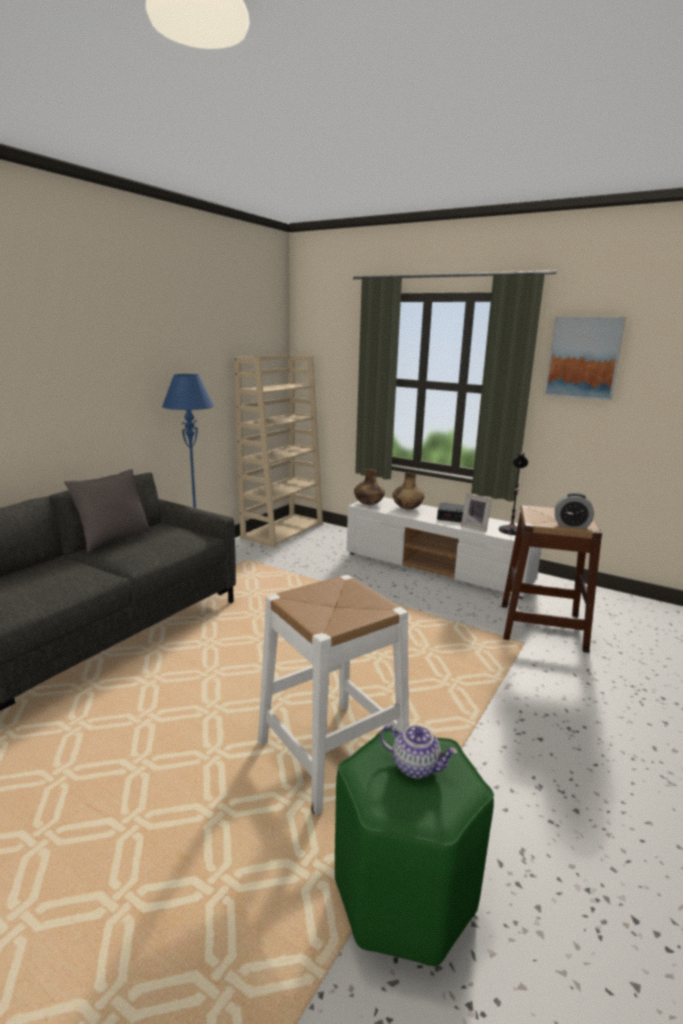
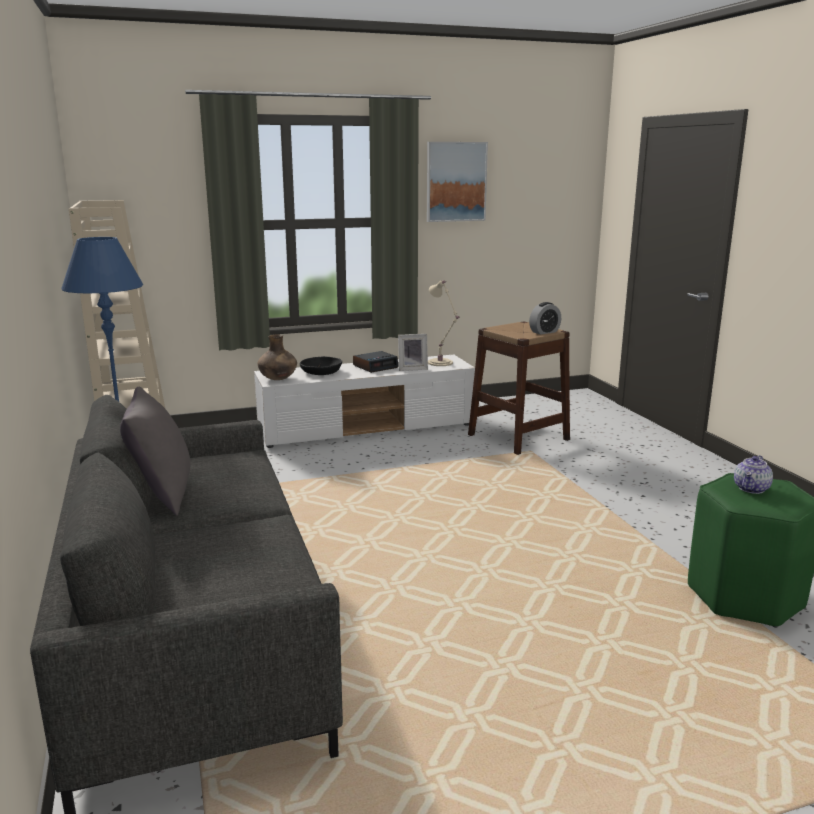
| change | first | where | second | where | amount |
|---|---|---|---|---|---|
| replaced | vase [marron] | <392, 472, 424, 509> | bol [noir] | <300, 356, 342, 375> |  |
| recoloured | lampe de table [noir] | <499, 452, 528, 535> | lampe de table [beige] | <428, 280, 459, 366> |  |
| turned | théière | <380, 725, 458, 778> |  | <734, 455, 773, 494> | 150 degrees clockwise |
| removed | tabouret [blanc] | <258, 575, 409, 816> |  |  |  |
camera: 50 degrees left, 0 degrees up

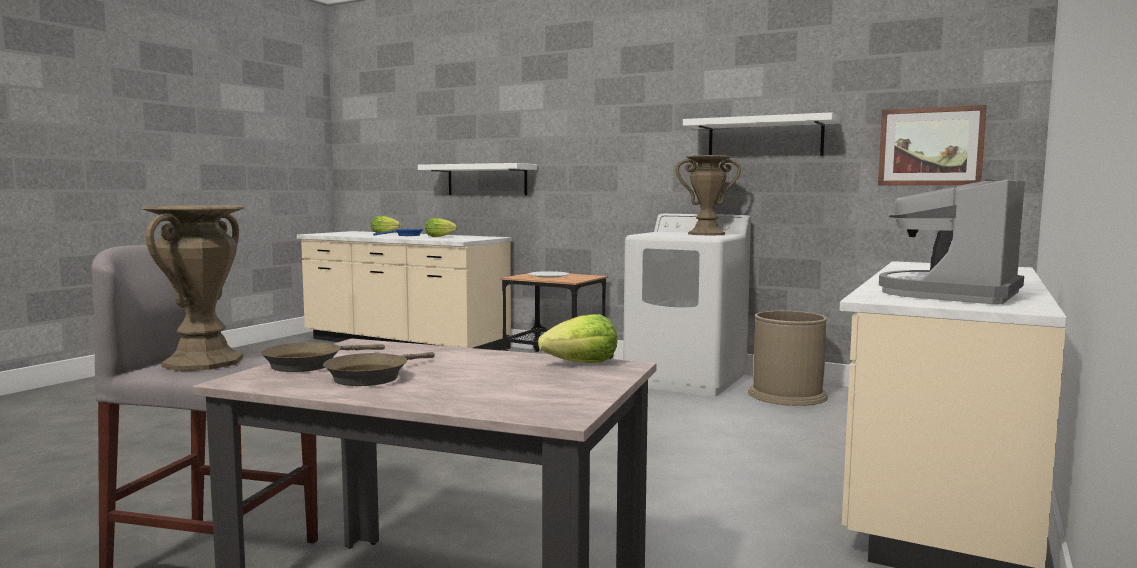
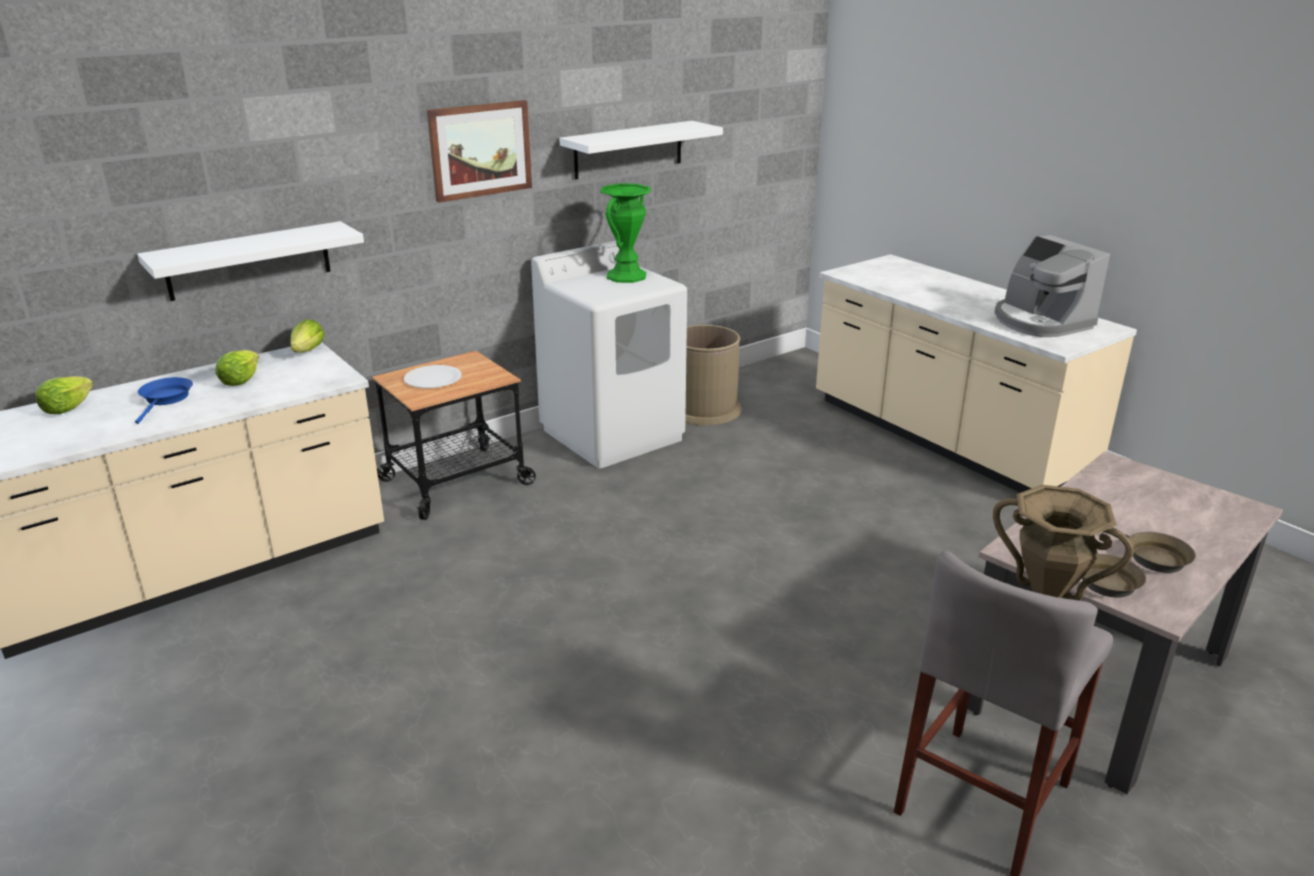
| change | first | where | second | where | amount |
|---|---|---|---|---|---|
| moved | laitue | <538, 314, 617, 363> |  | <291, 319, 325, 353> |  |
| moved | tableau | <878, 105, 987, 185> |  | <427, 100, 532, 202> |  |
| recoloured | vase [marron] | <676, 155, 741, 236> | vase [vert] | <600, 183, 651, 283> |  |
camera: 65 degrees left, 20 degrees up

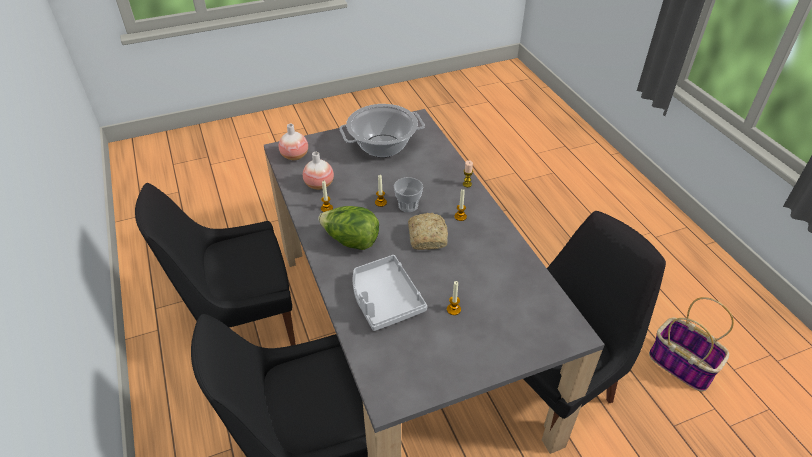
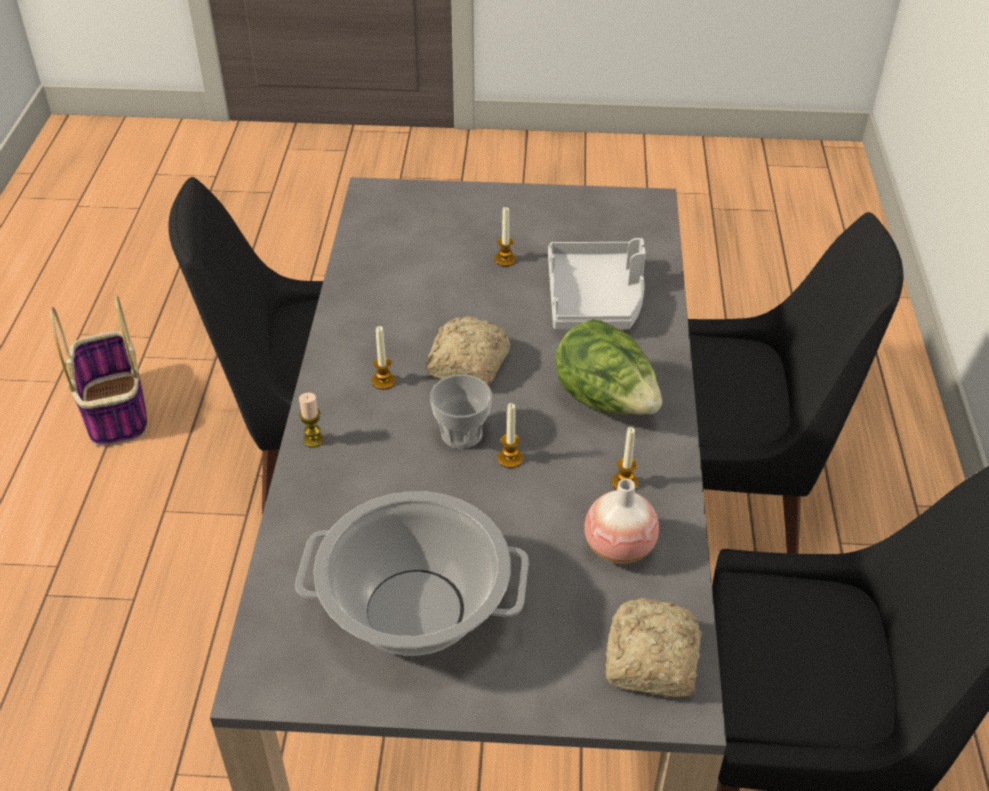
| change | first | where | second | where | amount |
|---|---|---|---|---|---|
| replaced | vase | <279, 124, 308, 161> | pain | <606, 598, 702, 697> |  |
camera: 155 degrees left, 0 degrees up

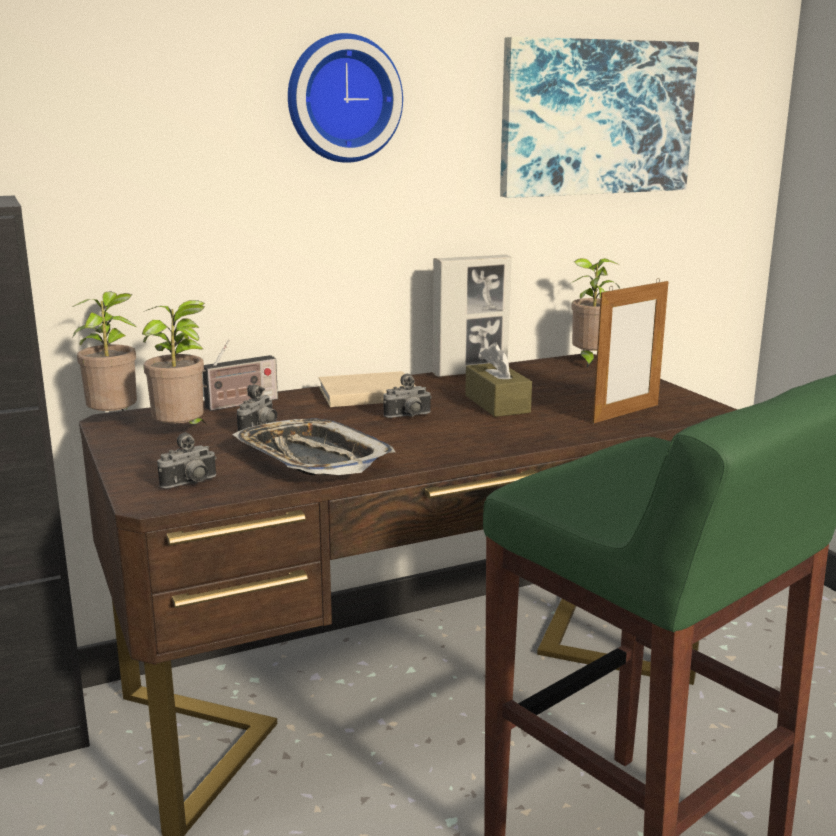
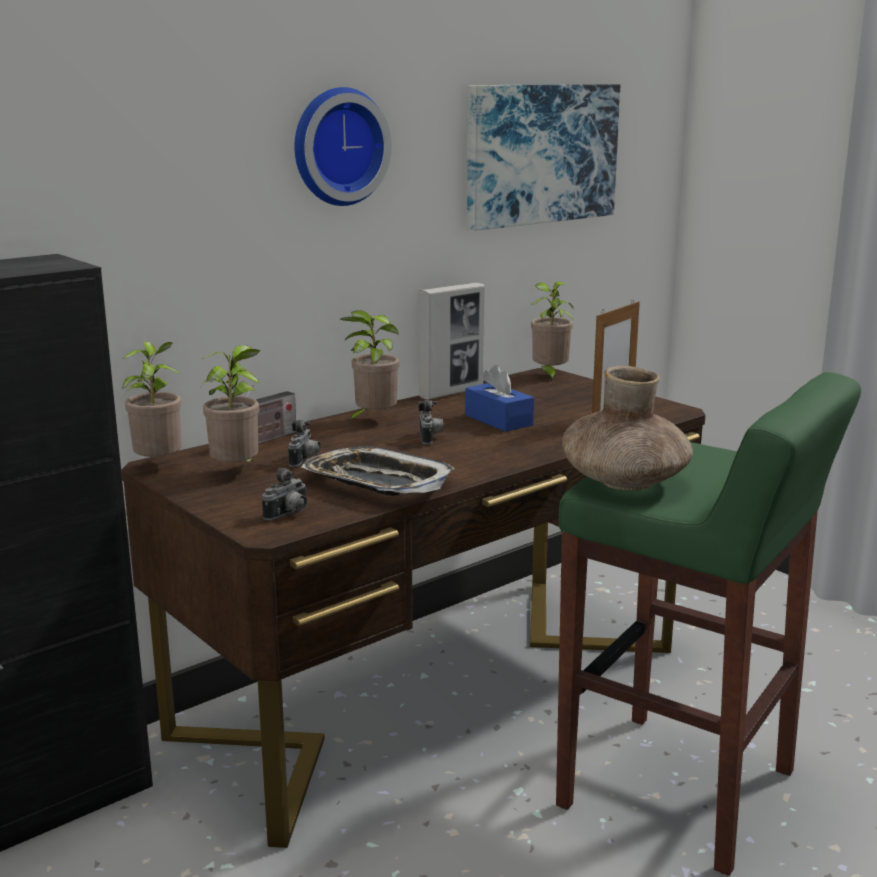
| change | first | where | second | where | amount |
|---|---|---|---|---|---|
| replaced | livre [beige] | <318, 371, 416, 407> | plante en pot | <339, 310, 399, 422> |  |
| turned | appareil photo | <383, 374, 432, 418> |  | <418, 400, 443, 445> | 60 degrees counterclockwise |
| recoloured | boîte à mouchoirs [marron] | <465, 342, 532, 417> | boîte à mouchoirs [bleu] | <465, 365, 534, 432> |  |
| added |  |  | vase [marron] | <562, 366, 693, 491> |  |
camera: 15 degrees left, 0 degrees up

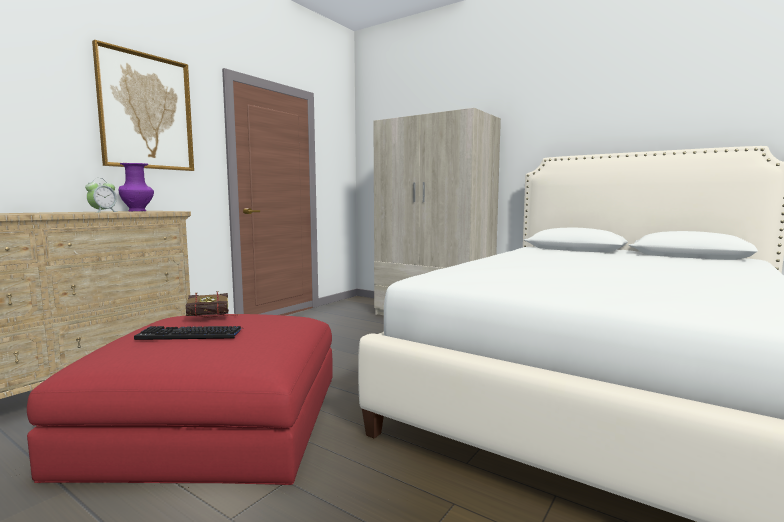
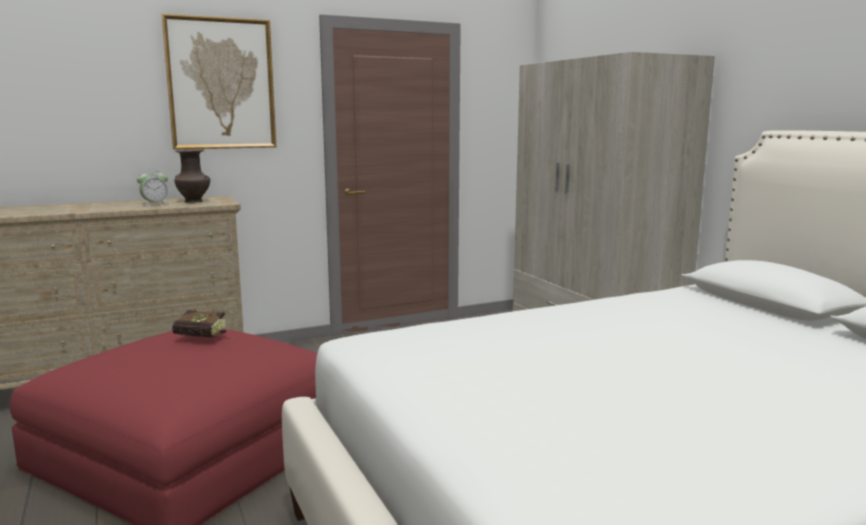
| change | first | where | second | where | amount |
|---|---|---|---|---|---|
| recoloured | vase [violet] | <119, 163, 154, 212> | vase [marron] | <175, 149, 210, 203> |  |
| removed | clavier | <134, 326, 242, 340> |  |  |  |
camera: 30 degrees right, 5 degrees up

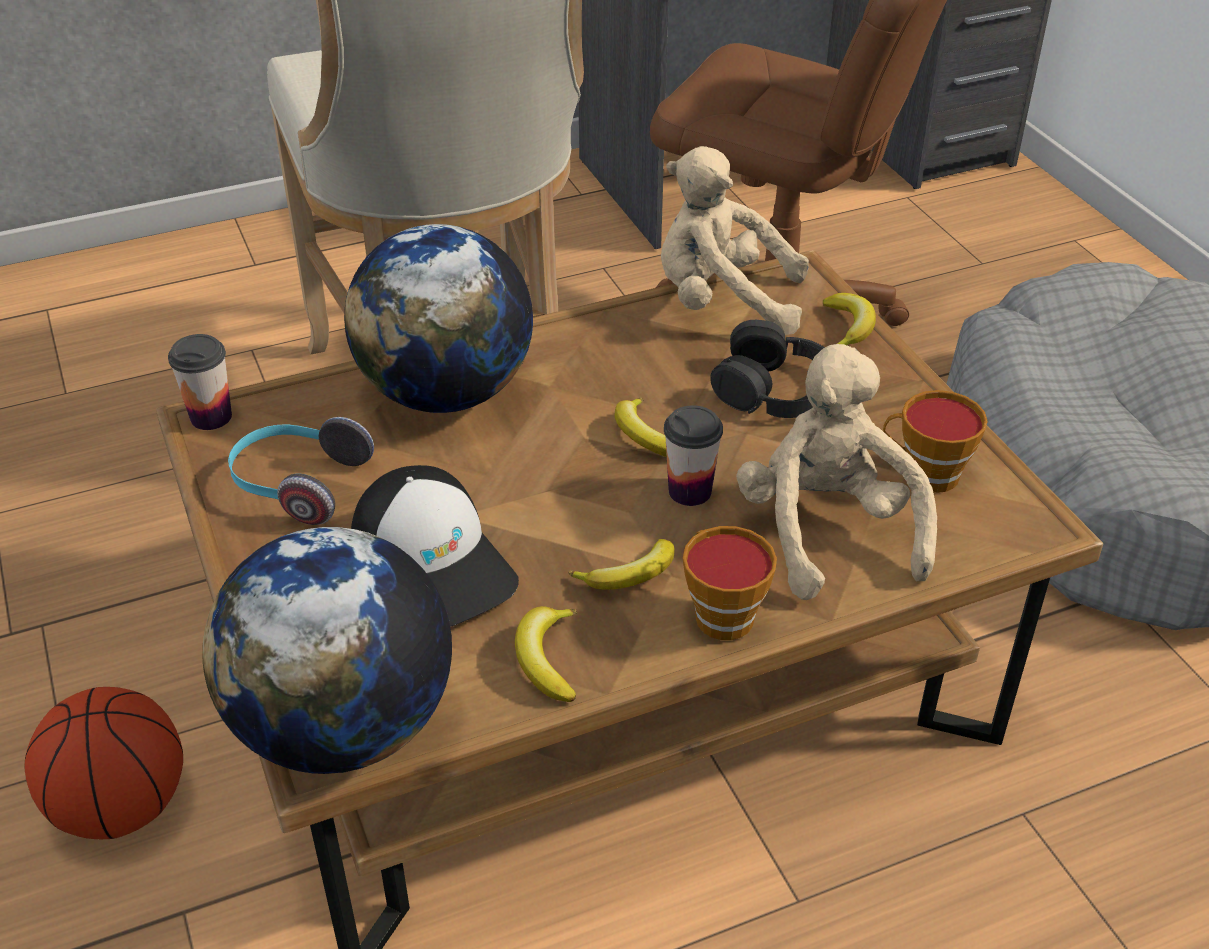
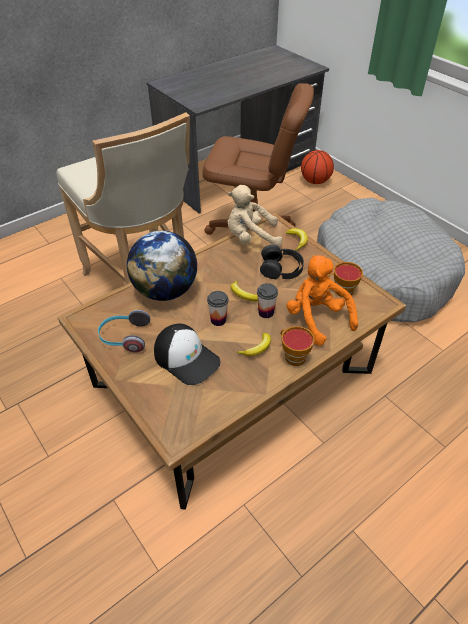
| change | first | where | second | where | amount |
|---|---|---|---|---|---|
| moved | tasse | <168, 334, 232, 430> |  | <207, 291, 229, 326> |  |
| recoloured | peluche [beige] | <736, 344, 937, 600> | peluche [orange] | <286, 255, 358, 346> |  |
| moved | ballon de basket | <25, 687, 183, 839> |  | <301, 150, 334, 184> |  |
| removed | globe | <202, 527, 452, 774> |  |  |  |
| removed | banane | <515, 606, 578, 702> |  |  |  |
camera: 15 degrees left, 5 degrees up

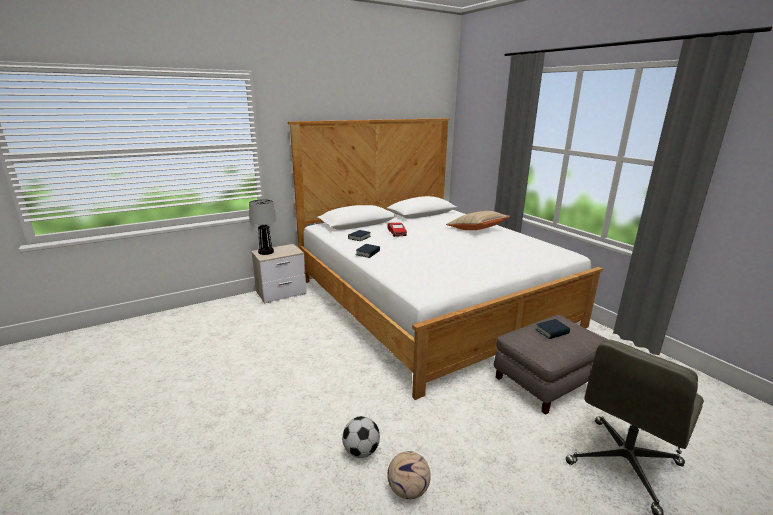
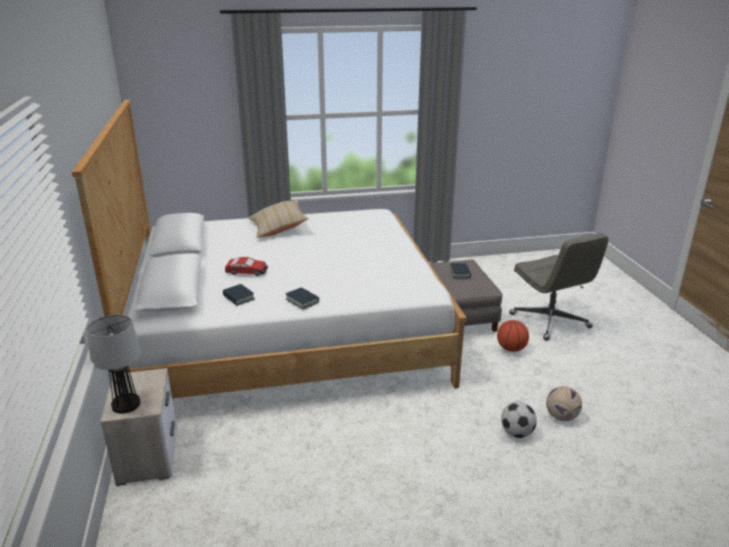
| change | first | where | second | where | amount |
|---|---|---|---|---|---|
| added |  |  | ballon de basket | <497, 320, 529, 352> |  |
camera: 70 degrees left, 5 degrees up

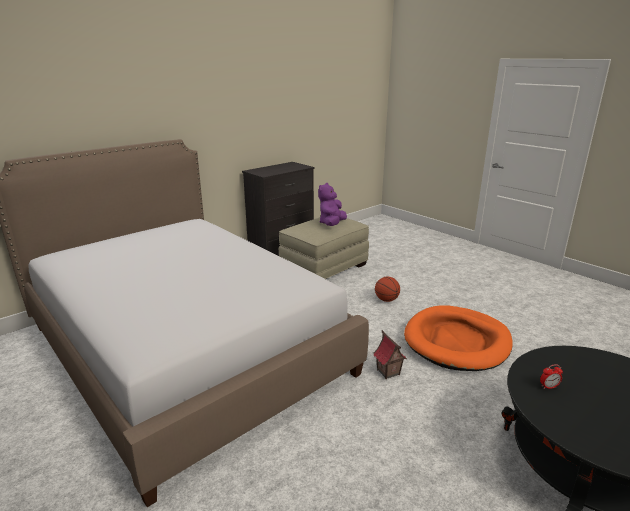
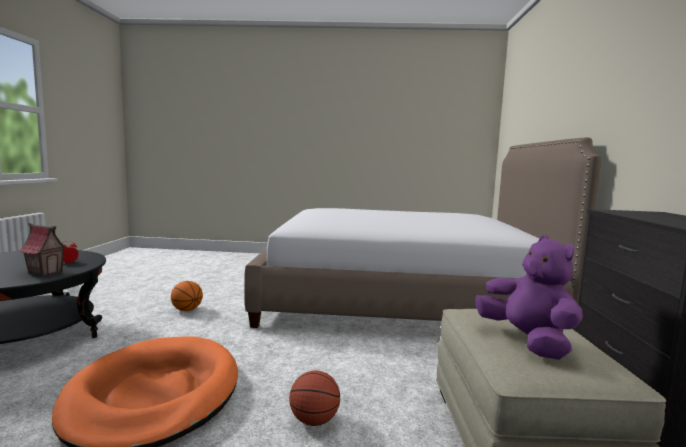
| change | first | where | second | where | amount |
|---|---|---|---|---|---|
| moved | maison miniature | <373, 330, 407, 379> |  | <18, 223, 68, 277> |  |
| added |  |  | ballon de basket | <171, 281, 203, 311> |  |
camera: 135 degrees right, 15 degrees down

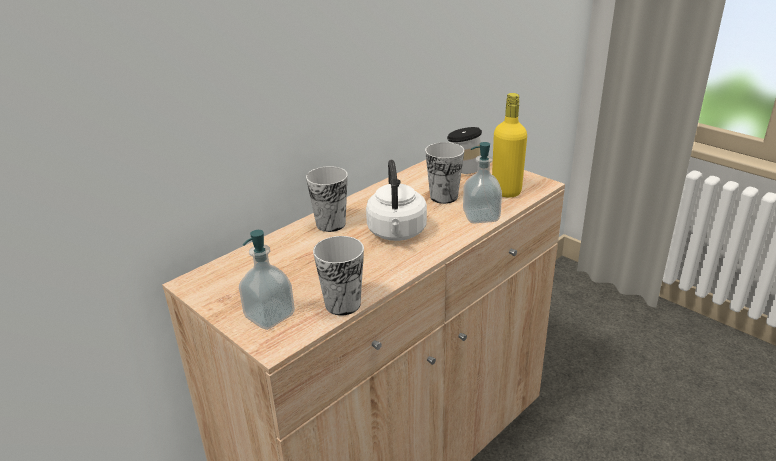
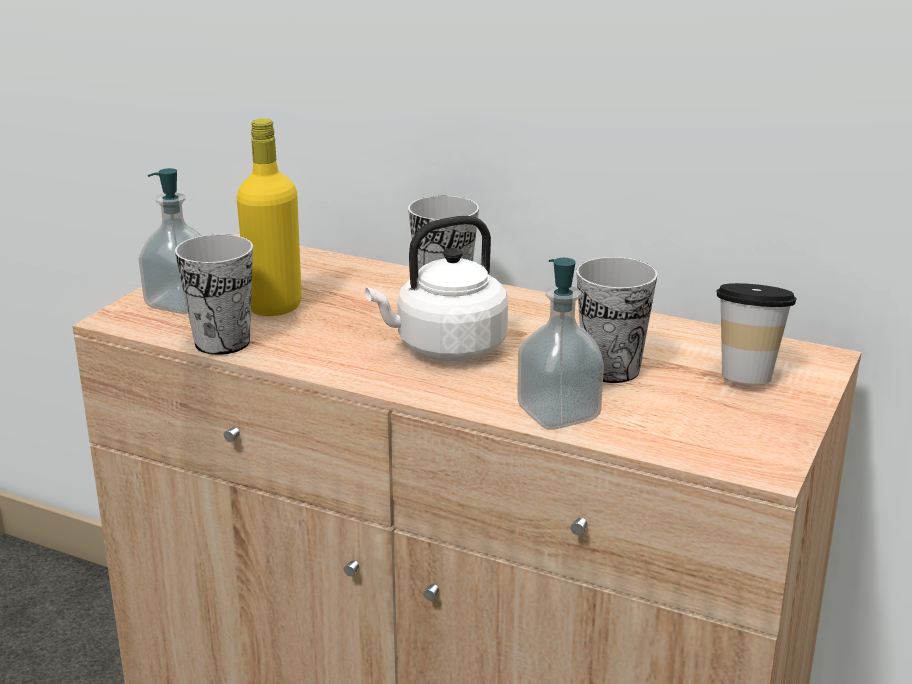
| change | first | where | second | where | amount |
|---|---|---|---|---|---|
| moved | bouteille [jaune] | <492, 93, 527, 198> |  | <237, 118, 302, 316> |  |
camera: 70 degrees right, 5 degrees down

